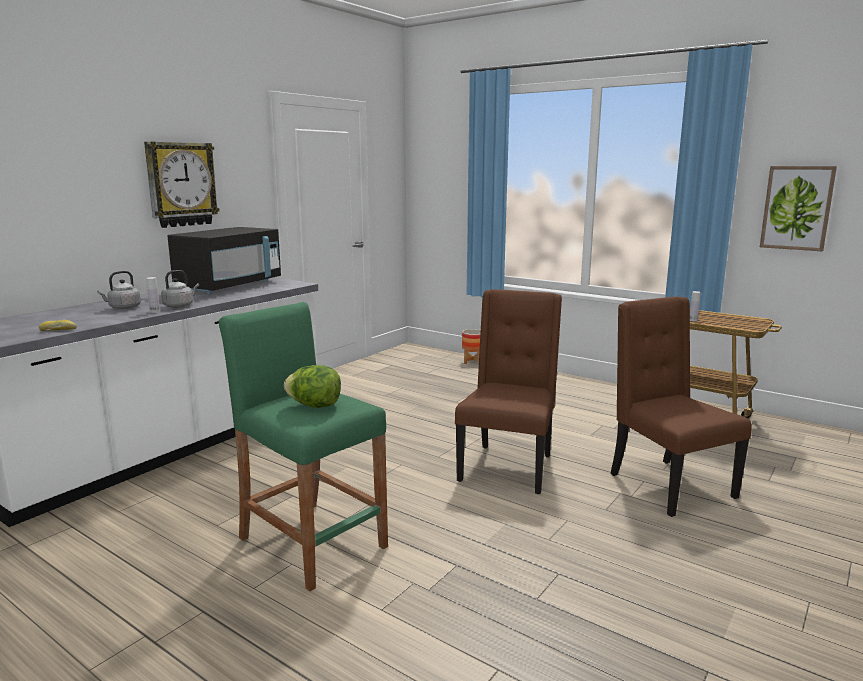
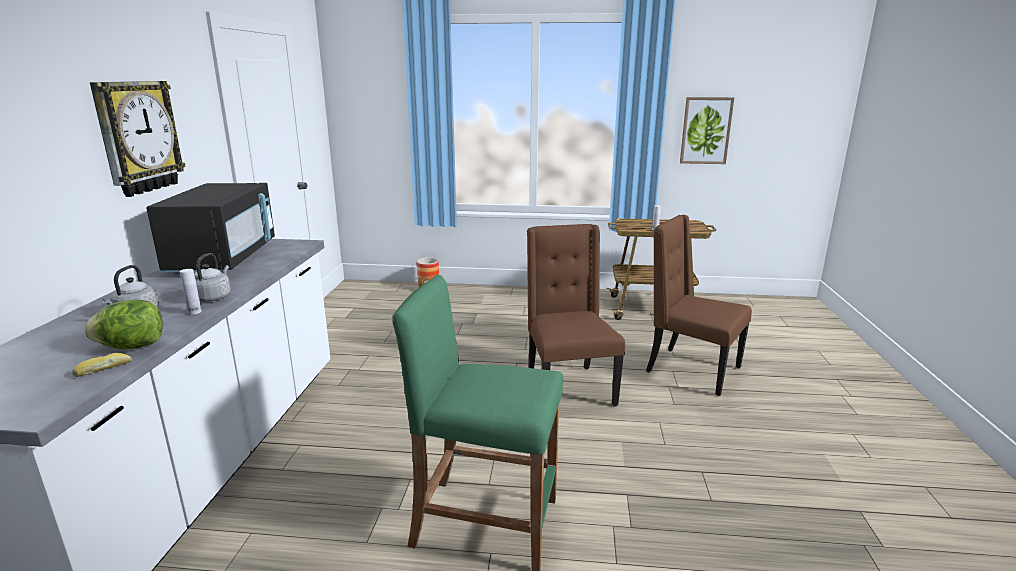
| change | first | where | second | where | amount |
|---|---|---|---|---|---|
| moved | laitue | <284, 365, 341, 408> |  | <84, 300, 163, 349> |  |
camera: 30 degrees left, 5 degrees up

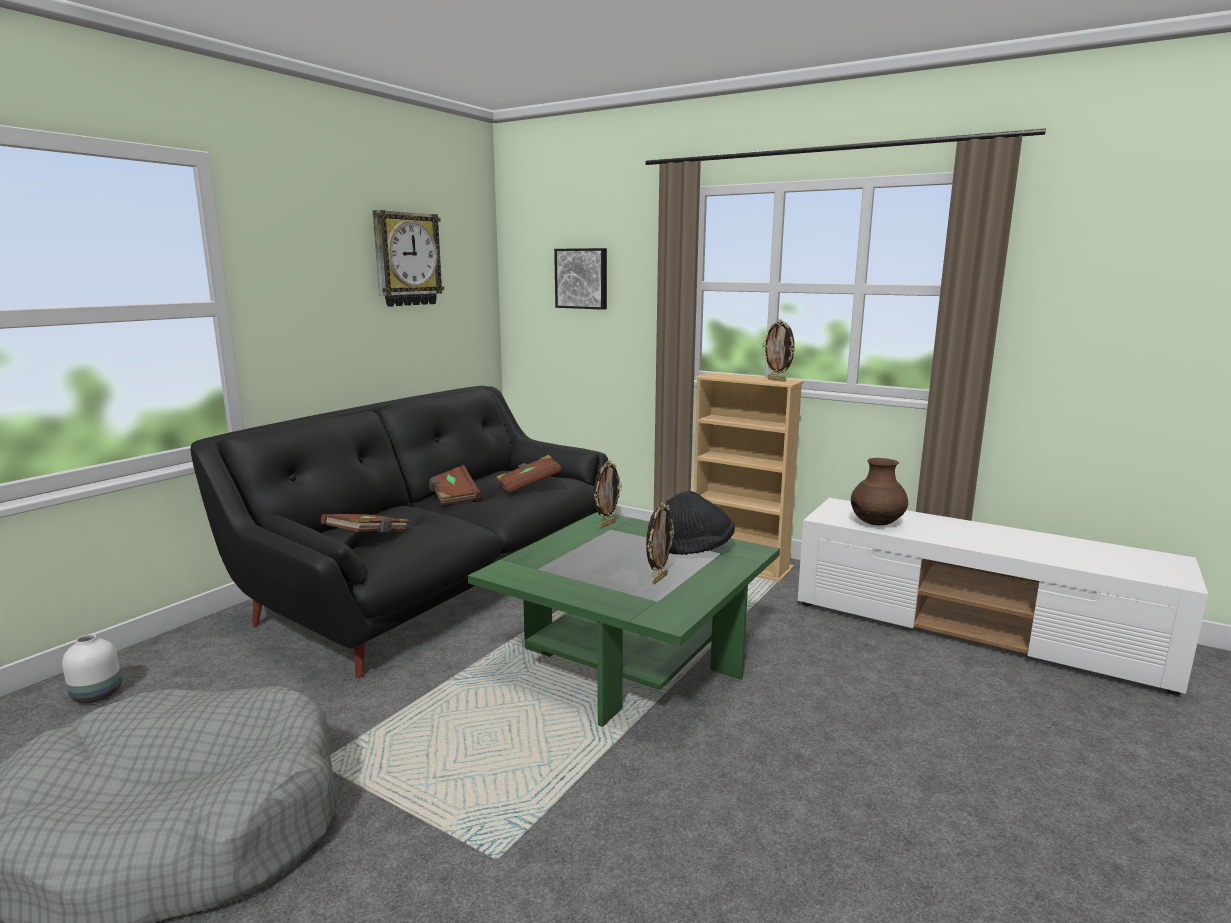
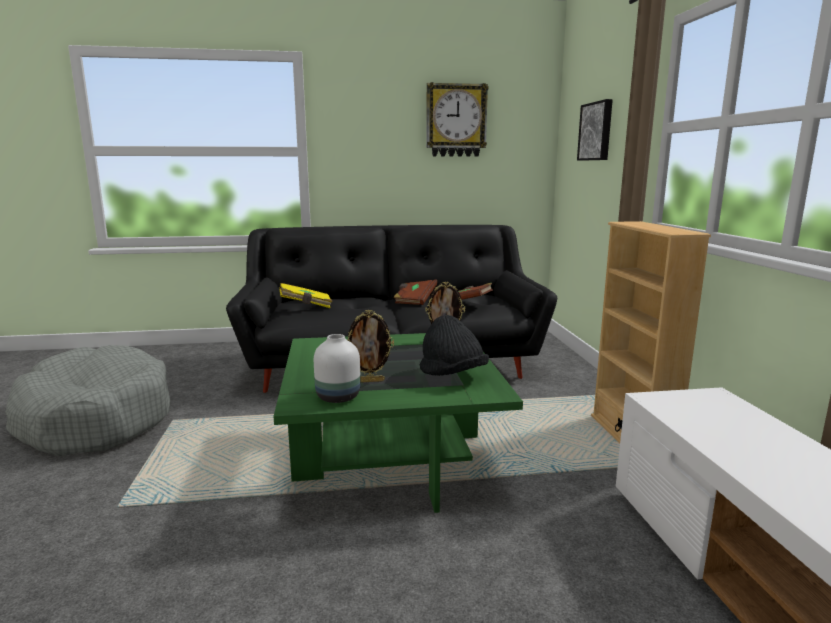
| change | first | where | second | where | amount |
|---|---|---|---|---|---|
| recoloured | livre [marron] | <321, 514, 409, 533> | livre [jaune] | <279, 283, 333, 308> |  |
| moved | vase [blanc] | <62, 634, 121, 703> |  | <314, 334, 361, 403> |  |
| removed | cadre photo | <762, 319, 795, 382> |  |  |  |
| removed | vase [marron] | <851, 458, 908, 526> |  |  |  |
camera: 50 degrees right, 0 degrees up

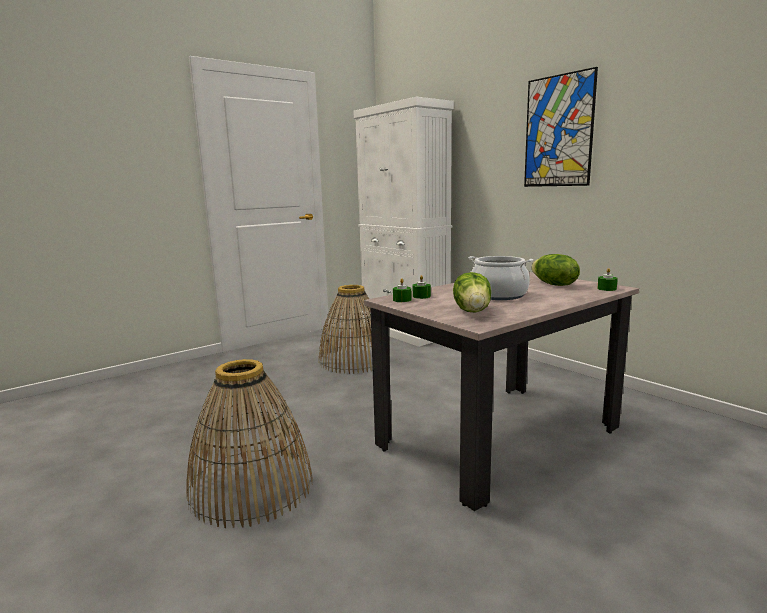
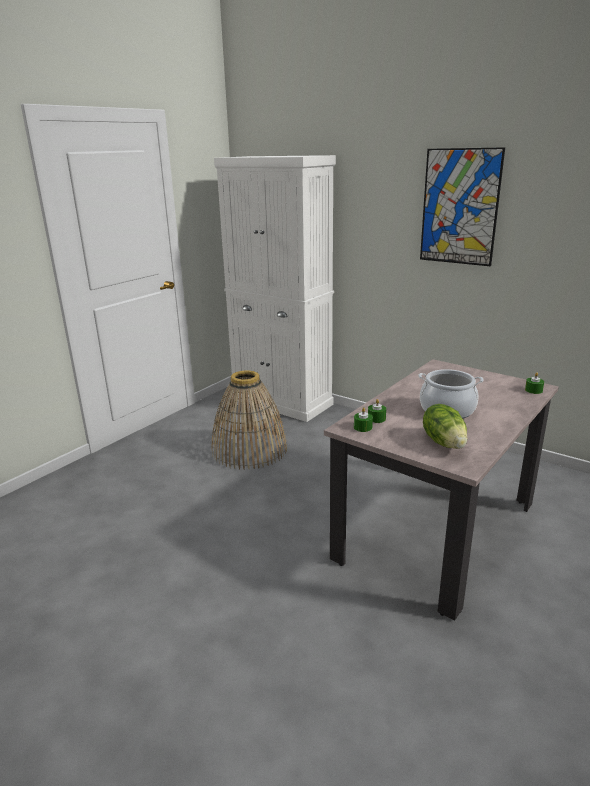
| change | first | where | second | where | amount |
|---|---|---|---|---|---|
| removed | panier | <187, 359, 313, 528> |  |  |  |
| removed | laitue | <531, 254, 580, 286> |  |  |  |
camera: 15 degrees left, 10 degrees up

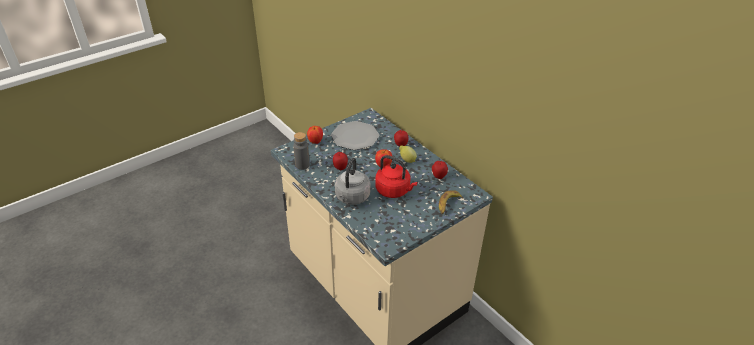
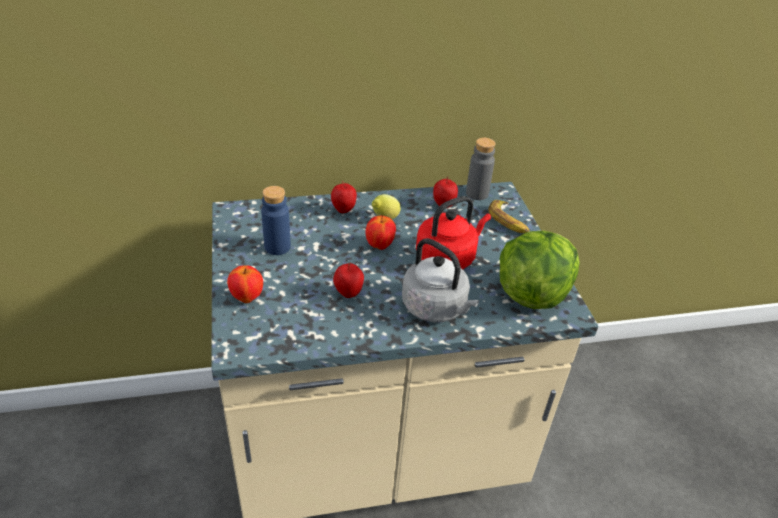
| change | first | where | second | where | amount |
|---|---|---|---|---|---|
| replaced | assiette | <331, 121, 380, 150> | bouteille [bleu] | <261, 186, 291, 255> |  |
| moved | bouteille [gris] | <293, 132, 310, 170> |  | <466, 138, 496, 200> |  |
| added |  |  | laitue | <500, 231, 580, 309> |  |
camera: 65 degrees left, 0 degrees up

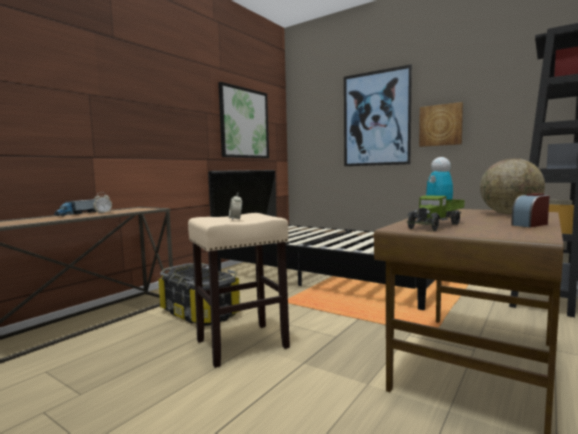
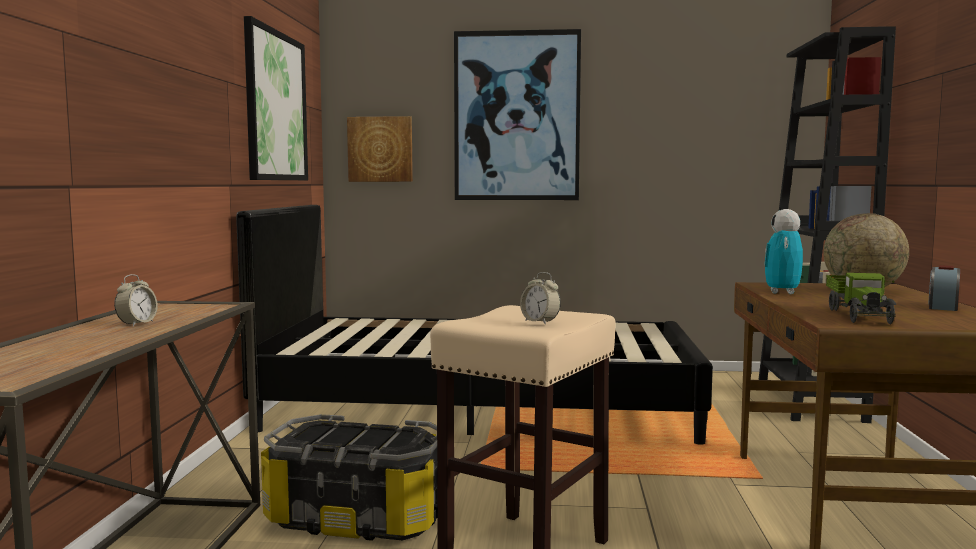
| change | first | where | second | where | amount |
|---|---|---|---|---|---|
| moved | tableau | <419, 102, 463, 147> |  | <347, 116, 413, 182> |  |
| removed | camion jouet | <54, 199, 96, 216> |  |  |  |
camera: 30 degrees left, 0 degrees up

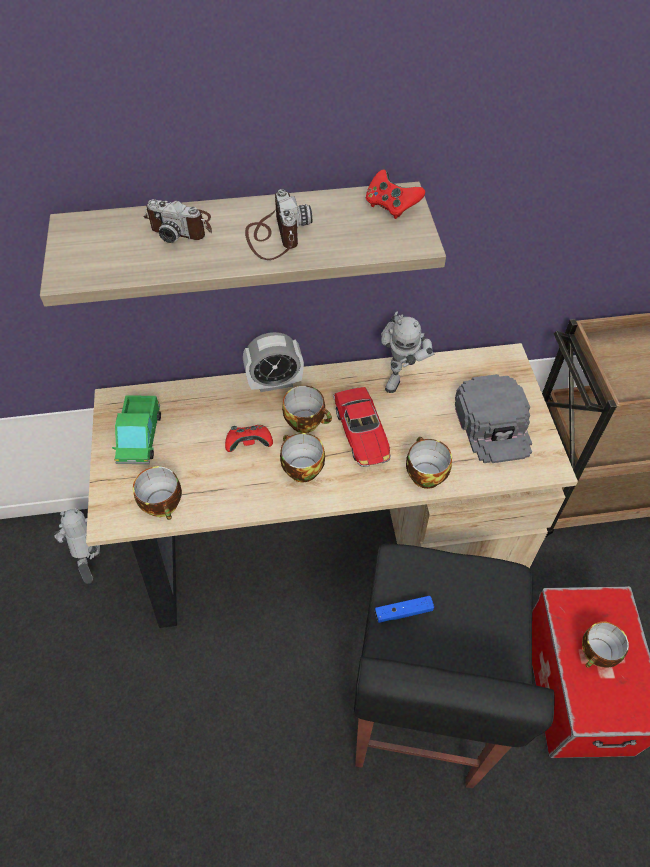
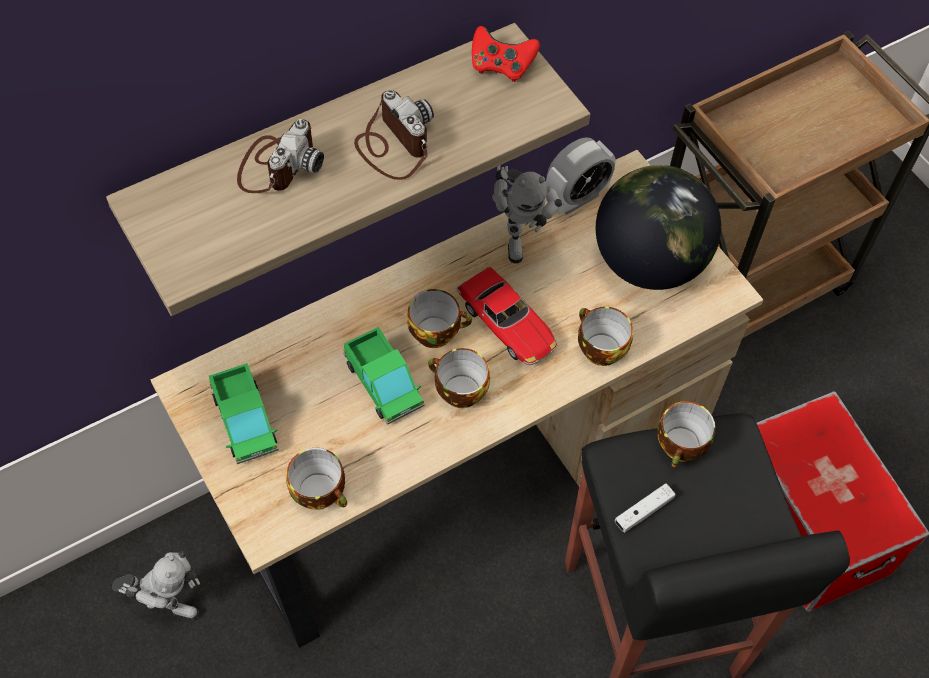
| change | first | where | second | where | amount |
|---|---|---|---|---|---|
| turned | robot jouet | <54, 508, 101, 584> |  | <112, 552, 200, 620> | 135 degrees clockwise |
| turned | appareil photo | <144, 199, 212, 243> |  | <237, 119, 324, 193> | 60 degrees counterclockwise |
| replaced | manette [rouge] | <225, 425, 273, 452> | camion jouet | <343, 327, 425, 425> |  |
| moved | réveil | <243, 332, 304, 392> |  | <546, 137, 616, 215> |  |
| replaced | casquette [gris] | <455, 374, 532, 463> | globe | <596, 165, 721, 290> |  |
| recoloured | manette [bleu] | <375, 596, 434, 623> | manette [blanc] | <615, 483, 676, 533> |  |
| moved | tasse | <582, 622, 629, 668> |  | <657, 401, 716, 468> |  |
camera: 25 degrees left, 5 degrees up

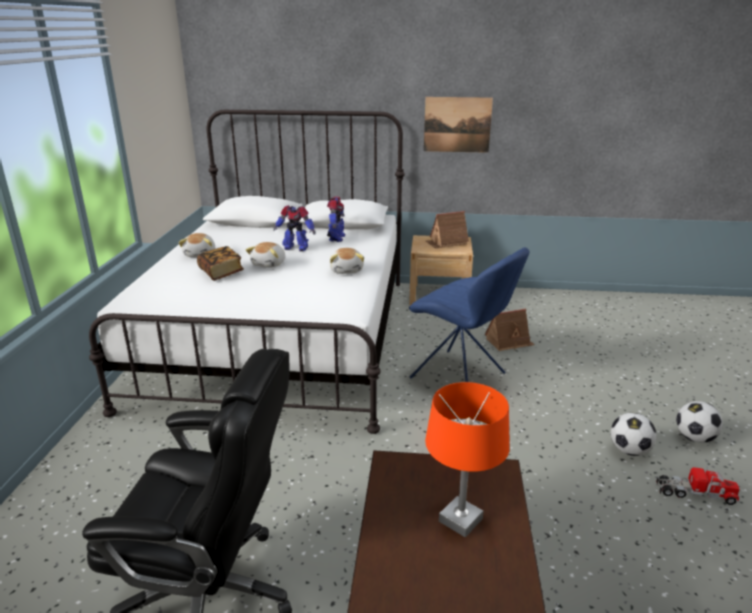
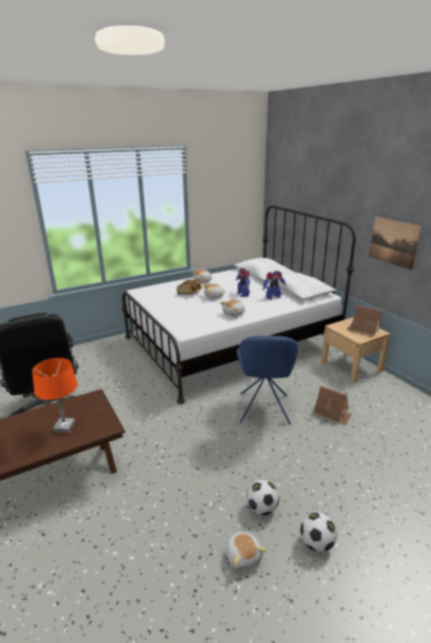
| change | first | where | second | where | amount |
|---|---|---|---|---|---|
| replaced | camion jouet | <656, 464, 740, 505> | peluche | <226, 532, 267, 571> |  |
camera: 55 degrees right, 0 degrees up

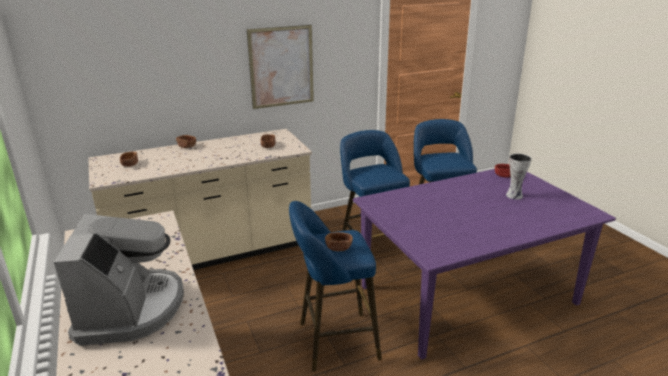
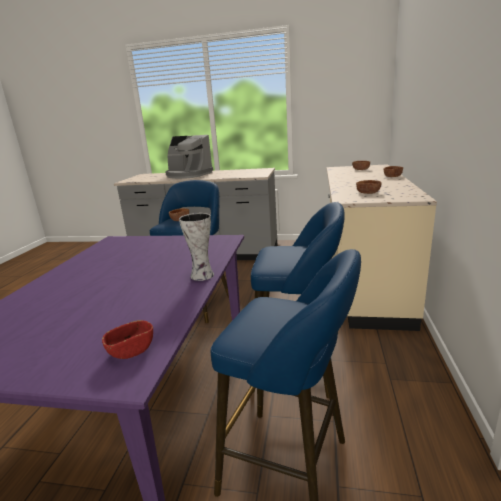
| change | first | where | second | where | amount |
|---|---|---|---|---|---|
| moved | vase | <506, 153, 532, 200> |  | <179, 213, 214, 281> |  |
| removed | tableau | <247, 25, 314, 109> |  |  |  |
camera: 125 degrees right, 5 degrees down

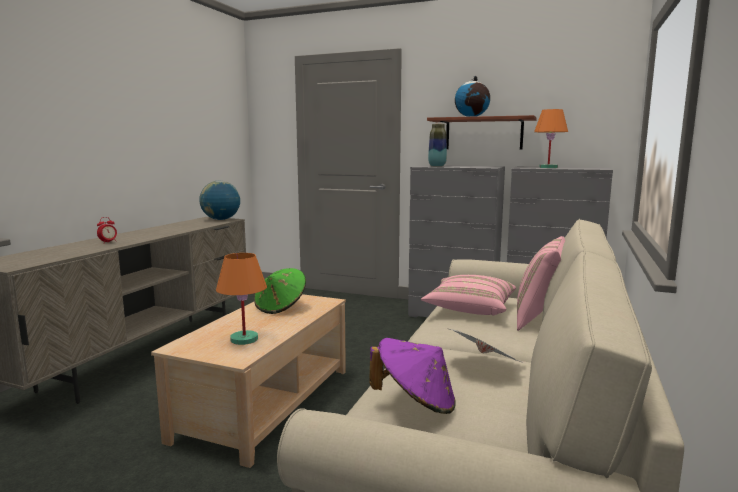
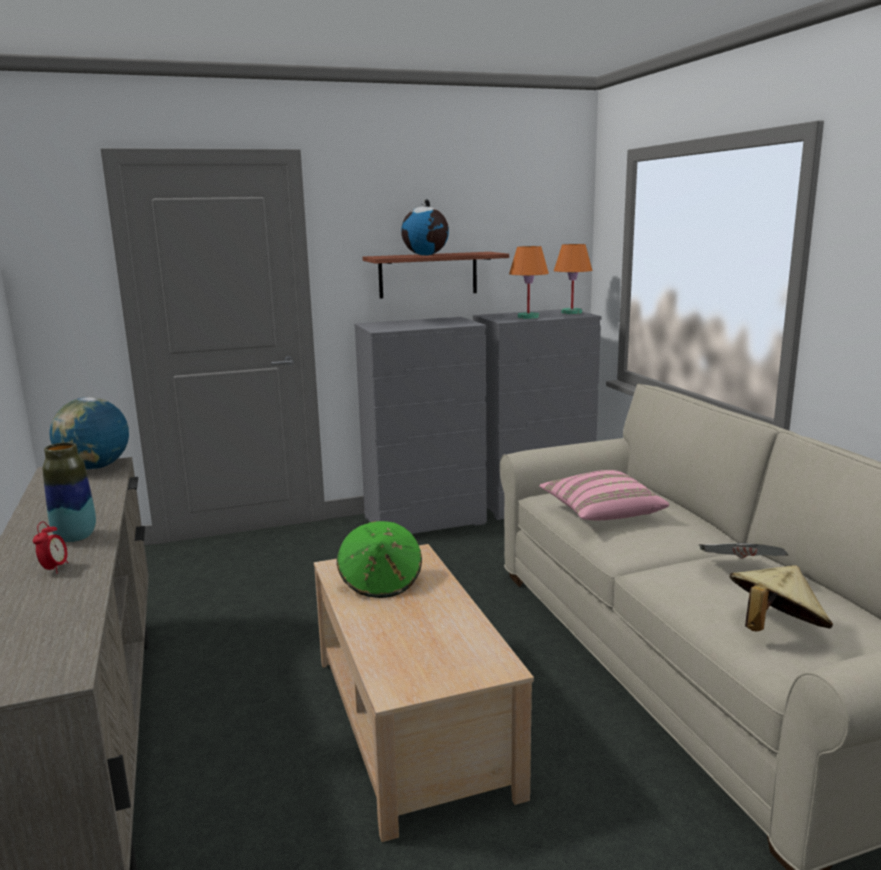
| change | first | where | second | where | amount |
|---|---|---|---|---|---|
| moved | vase | <428, 124, 447, 167> |  | <43, 442, 96, 542> |  |
| moved | lampe de table [orange] | <216, 253, 267, 345> |  | <554, 244, 592, 314> |  |
| recoloured | chapeau [violet] | <369, 338, 456, 414> | chapeau [beige] | <729, 565, 833, 632> |  |
| removed | coussin [rose] | <517, 236, 565, 331> |  |  |  |
camera: 40 degrees left, 5 degrees up

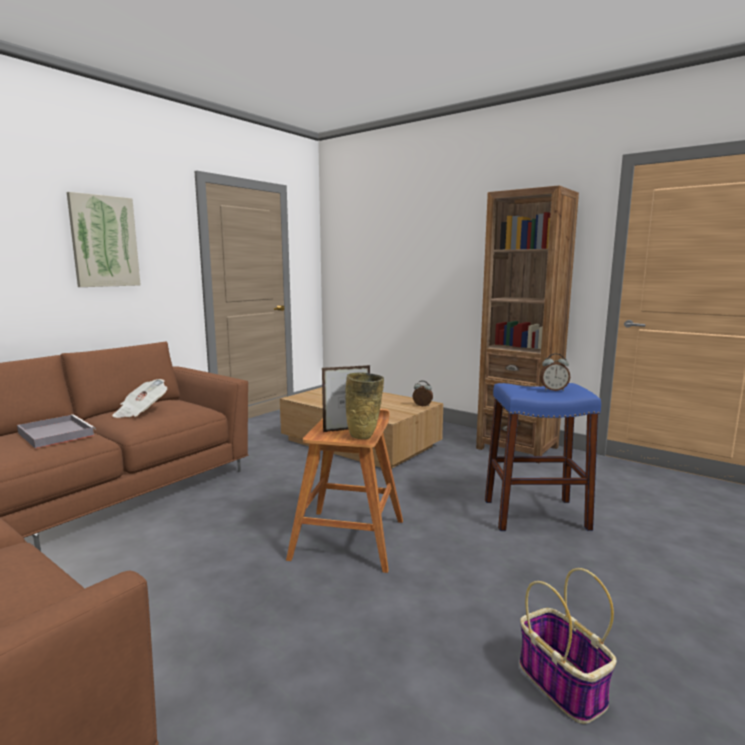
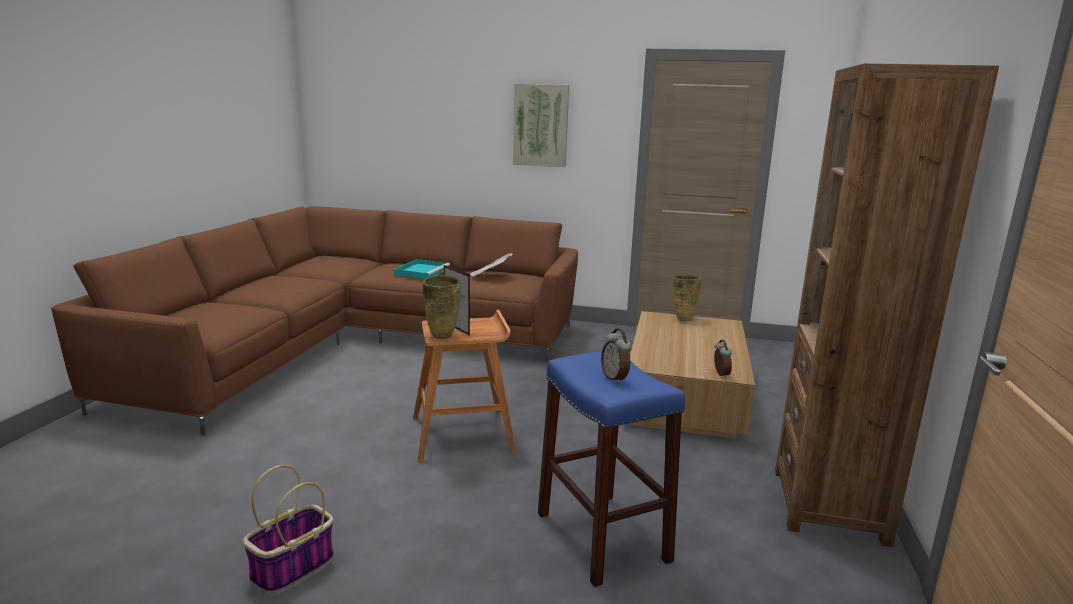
| change | first | where | second | where | amount |
|---|---|---|---|---|---|
| recoloured | plateau [gris] | <17, 414, 96, 449> | plateau [turquoise] | <393, 259, 450, 279> |  |
| added |  |  | vase [beige] | <673, 275, 701, 321> |  |
camera: 65 degrees right, 5 degrees up

